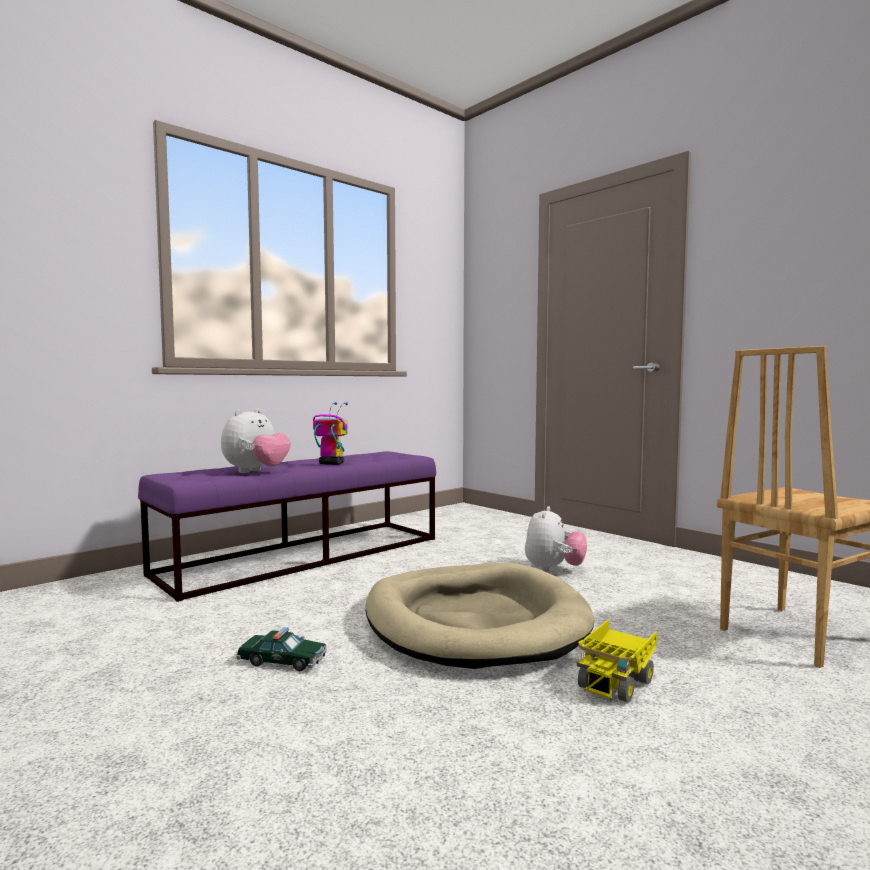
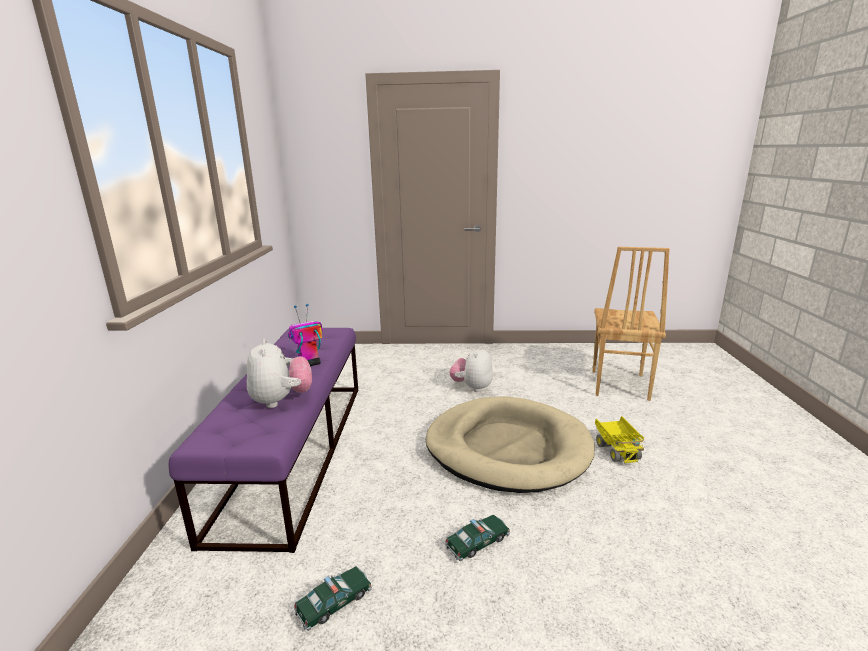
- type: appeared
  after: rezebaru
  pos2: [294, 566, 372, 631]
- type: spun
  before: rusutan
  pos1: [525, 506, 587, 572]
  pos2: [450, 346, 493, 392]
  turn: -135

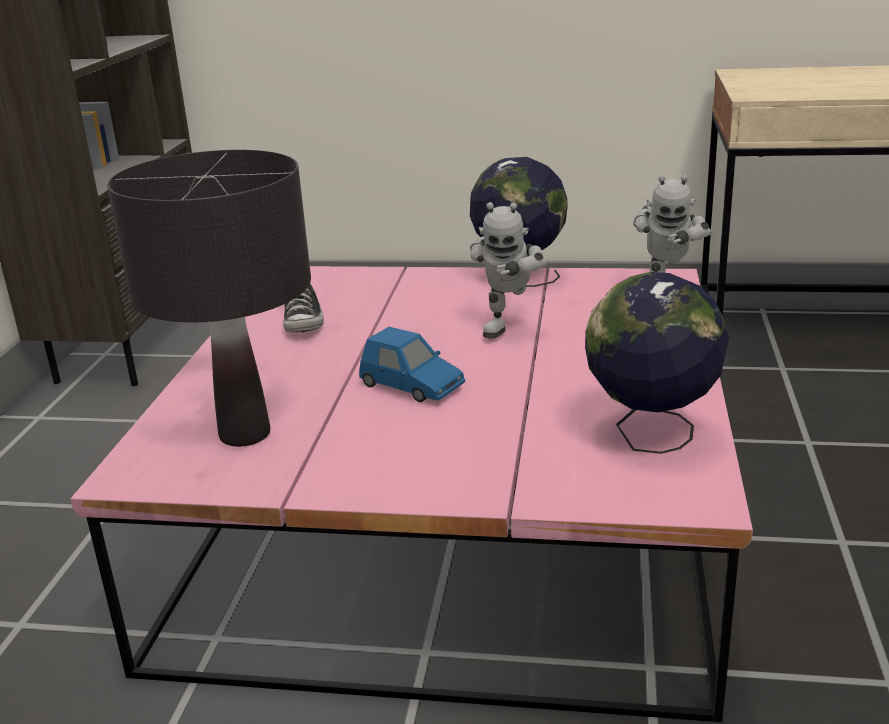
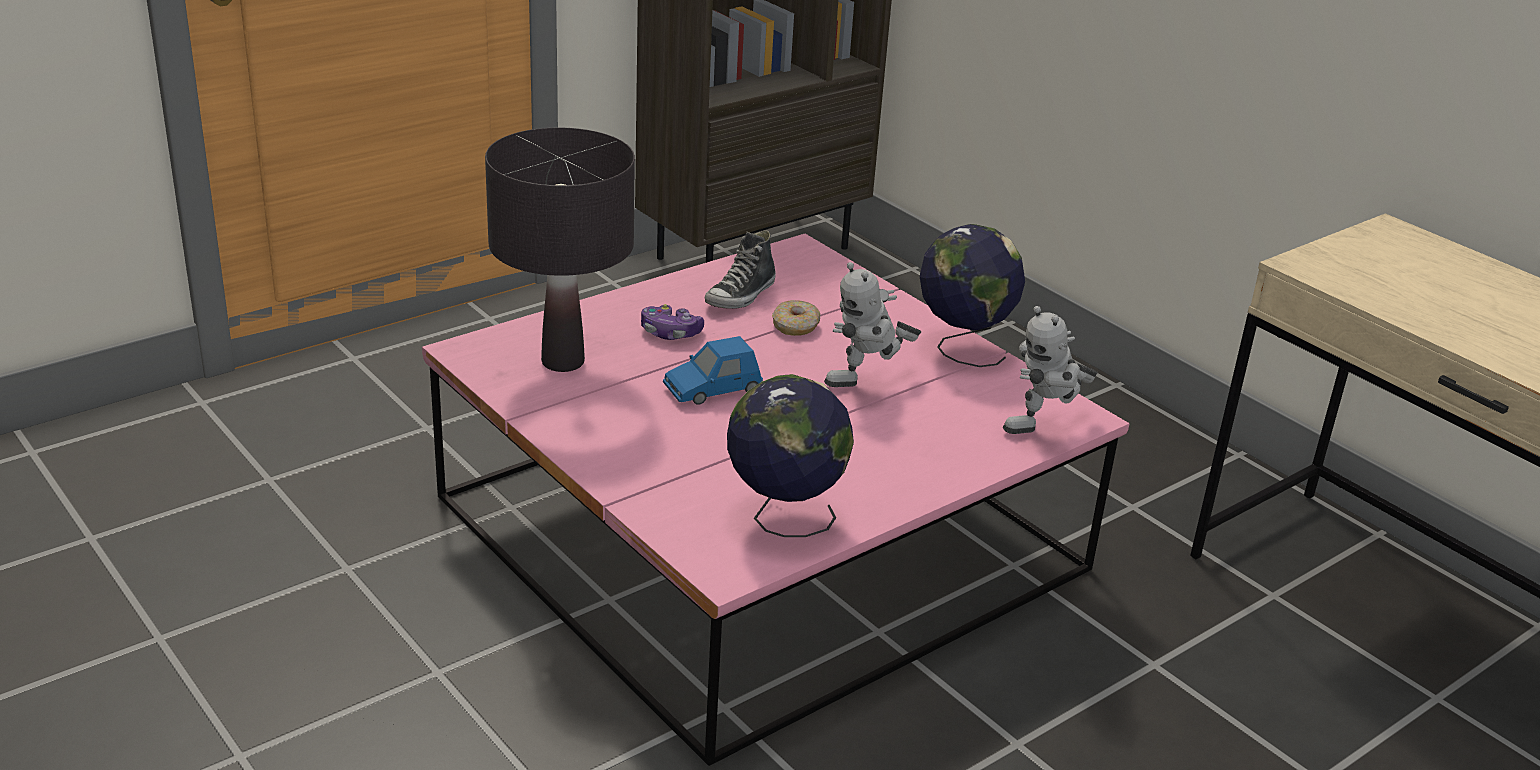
- type: appeared
  after: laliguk
  pos2: [641, 304, 704, 340]
- type: spun
  before: blue_rezebaru
  pos1: [359, 327, 465, 402]
  pos2: [663, 336, 763, 405]
  turn: 75
- type: appeared
  after: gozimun
  pos2: [772, 300, 820, 336]

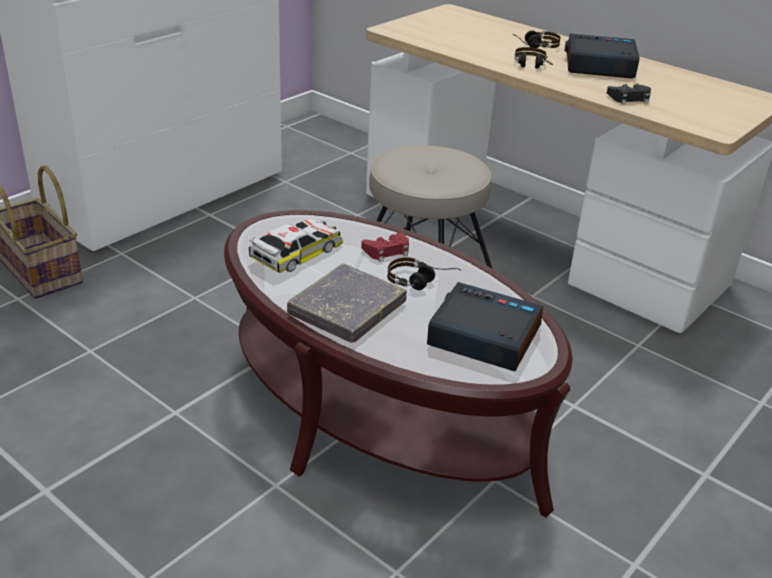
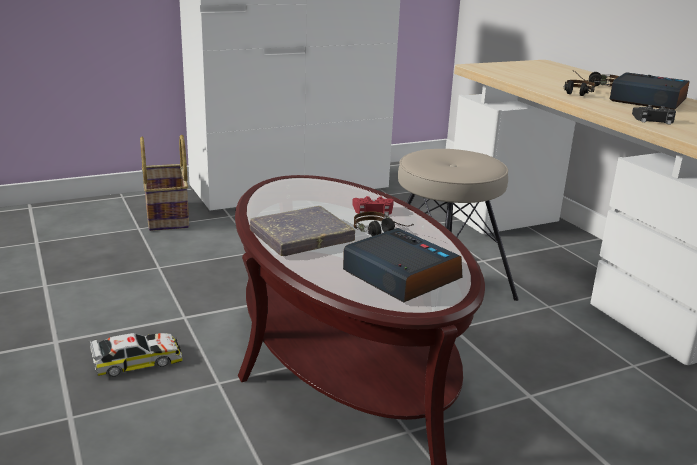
- type: relocated
  before: rezebaru
  pos1: [249, 219, 343, 273]
  pos2: [89, 333, 182, 377]

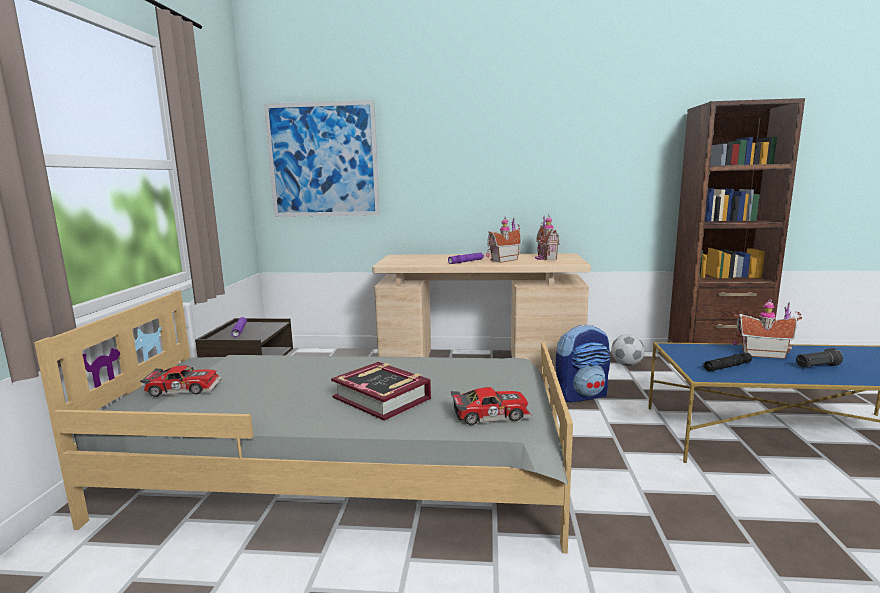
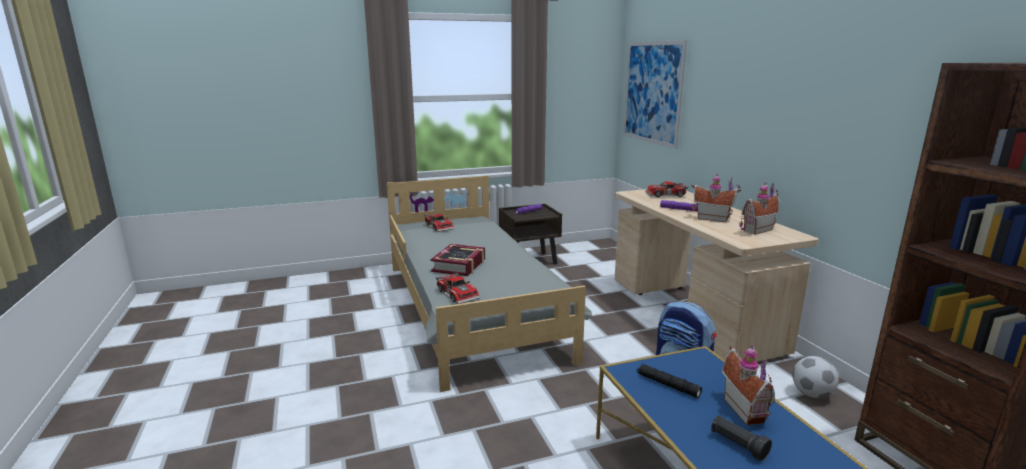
- type: appeared
  after: rezebaru
  pos2: [645, 182, 688, 197]

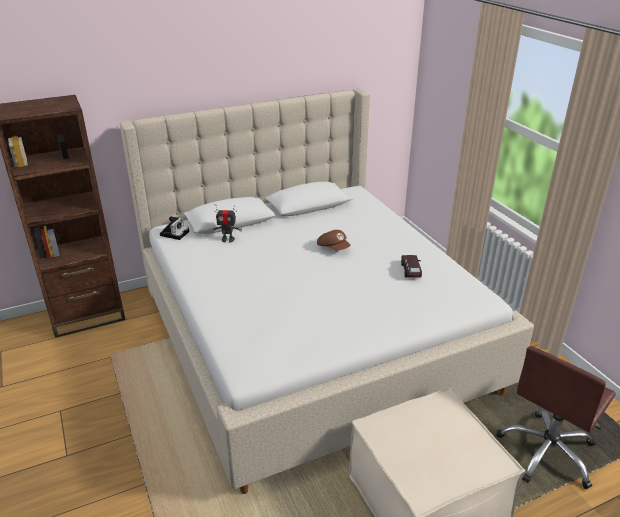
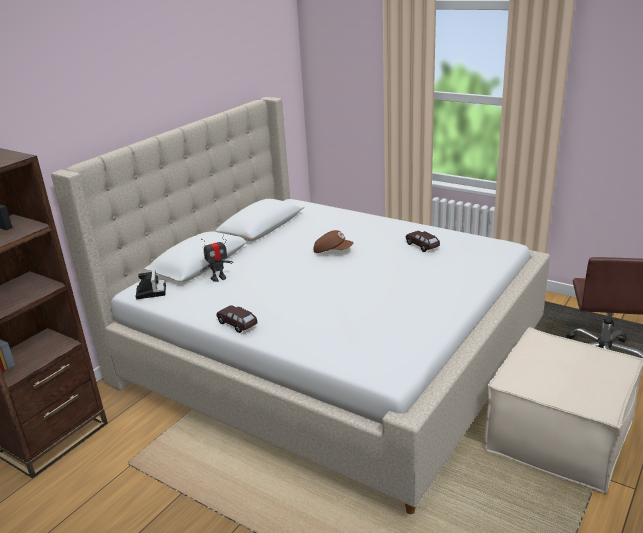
- type: appeared
  after: brown_rezebaru
  pos2: [217, 305, 257, 333]

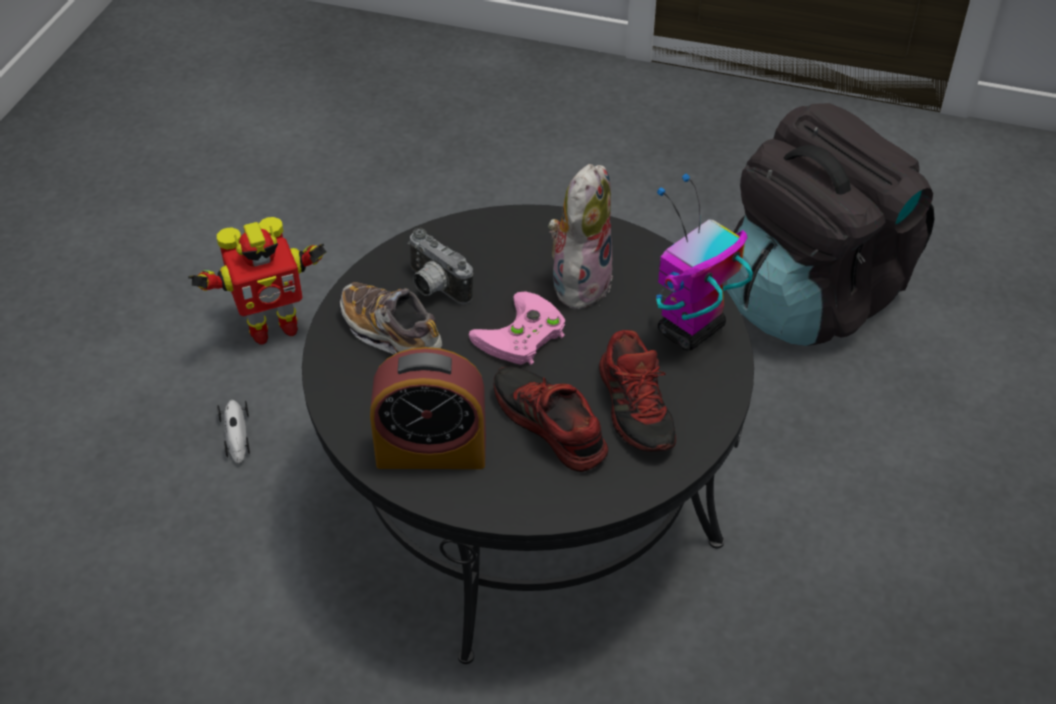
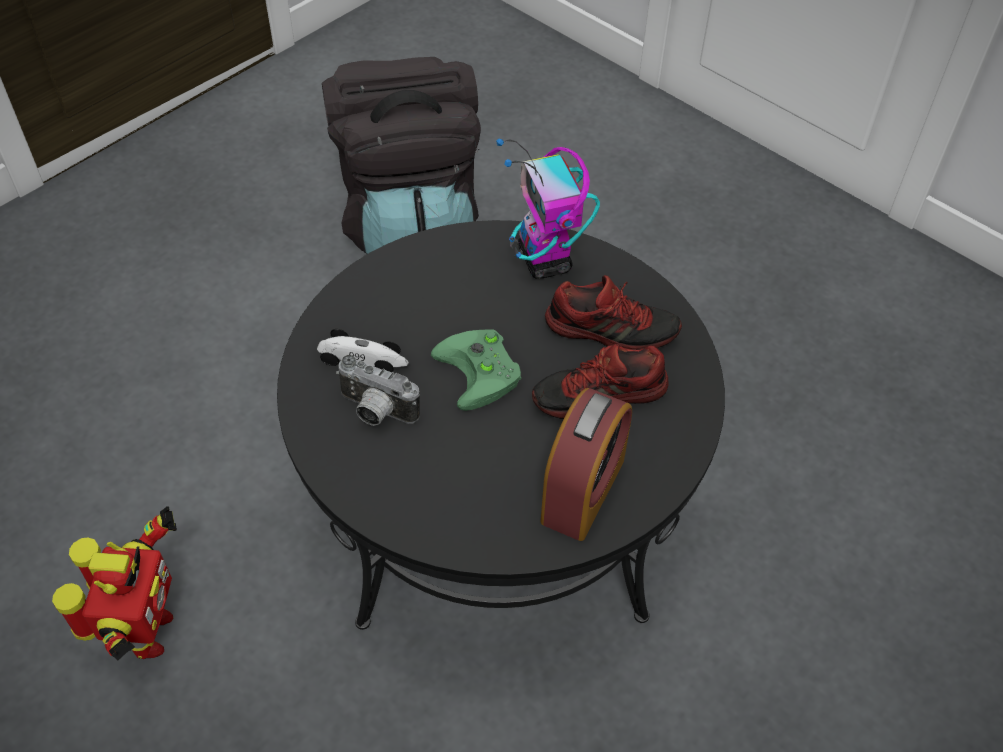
- type: relocated
  before: rezebaru
  pos1: [217, 400, 250, 464]
  pos2: [317, 329, 409, 372]
- type: spun
  before: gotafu
  pos1: [408, 228, 473, 304]
  pos2: [336, 355, 420, 426]
  turn: 45
- type: colour
  before: pink_laliguk
  after: green_laliguk
  pos1: [468, 292, 565, 365]
  pos2: [431, 330, 521, 411]
- type: missing
  before: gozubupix
  pos1: [339, 282, 442, 354]
- type: missing
  before: rusutan
  pos1: [548, 164, 613, 309]

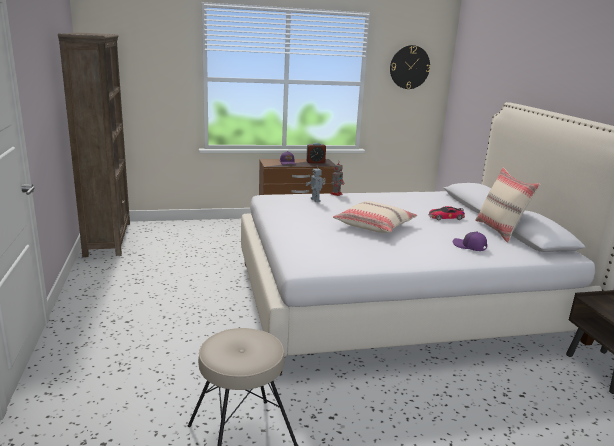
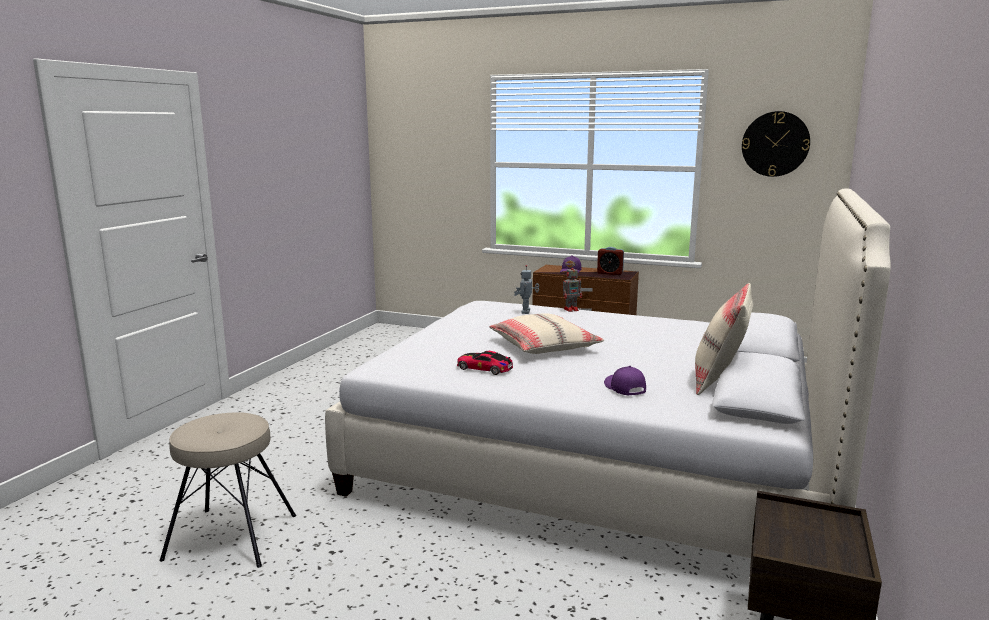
- type: relocated
  before: rezebaru
  pos1: [429, 206, 465, 220]
  pos2: [457, 351, 513, 375]
- type: missing
  before: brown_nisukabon
  pos1: [58, 32, 130, 257]

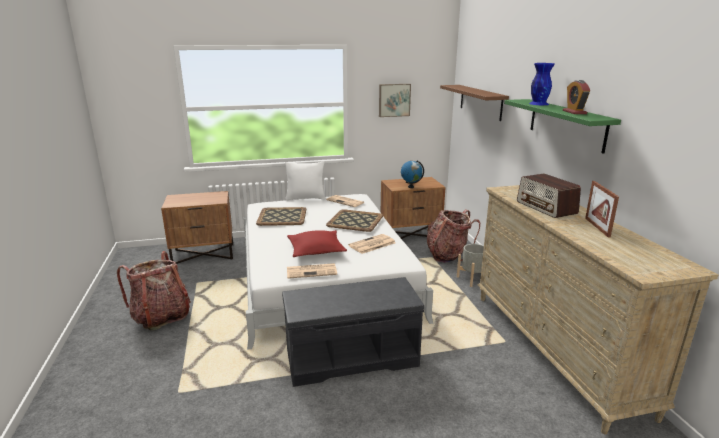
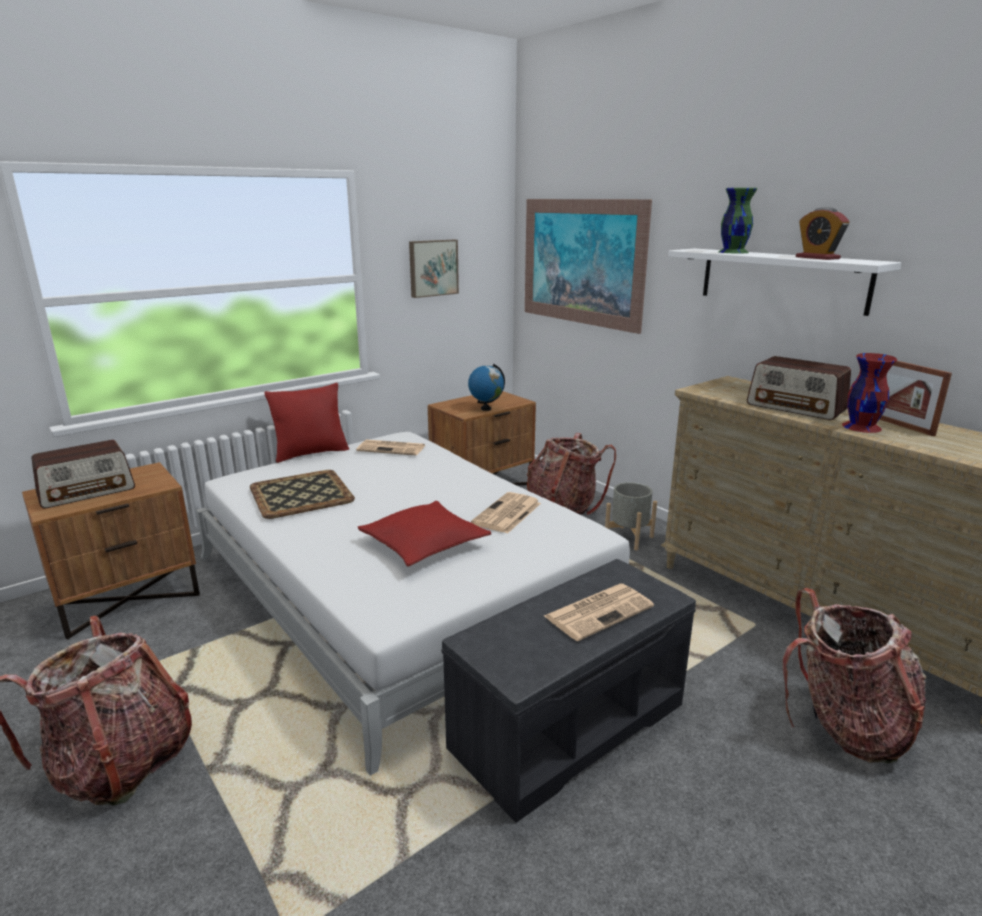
- type: appeared
  after: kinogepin
  pos2: [32, 440, 135, 508]
- type: colour
  before: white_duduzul
  after: red_duduzul
  pos1: [285, 161, 325, 200]
  pos2: [264, 383, 349, 463]
- type: exchanged
  before: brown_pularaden
  after: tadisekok
  pos1: [440, 85, 509, 121]
  pos2: [525, 199, 652, 334]
- type: relocated
  before: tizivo
  pos1: [287, 263, 337, 279]
  pos2: [544, 584, 654, 641]
- type: colour
  before: green_pularaden
  after: white_pularaden
  pos1: [504, 99, 621, 154]
  pos2: [668, 249, 901, 316]
- type: colour
  before: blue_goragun
  after: green_goragun
  pos1: [529, 63, 555, 105]
  pos2: [719, 188, 757, 253]
- type: appeared
  after: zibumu
  pos2: [783, 588, 926, 763]
- type: appeared
  after: red_goragun
  pos2: [842, 353, 897, 433]
- type: missing
  before: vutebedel
  pos1: [326, 209, 383, 232]

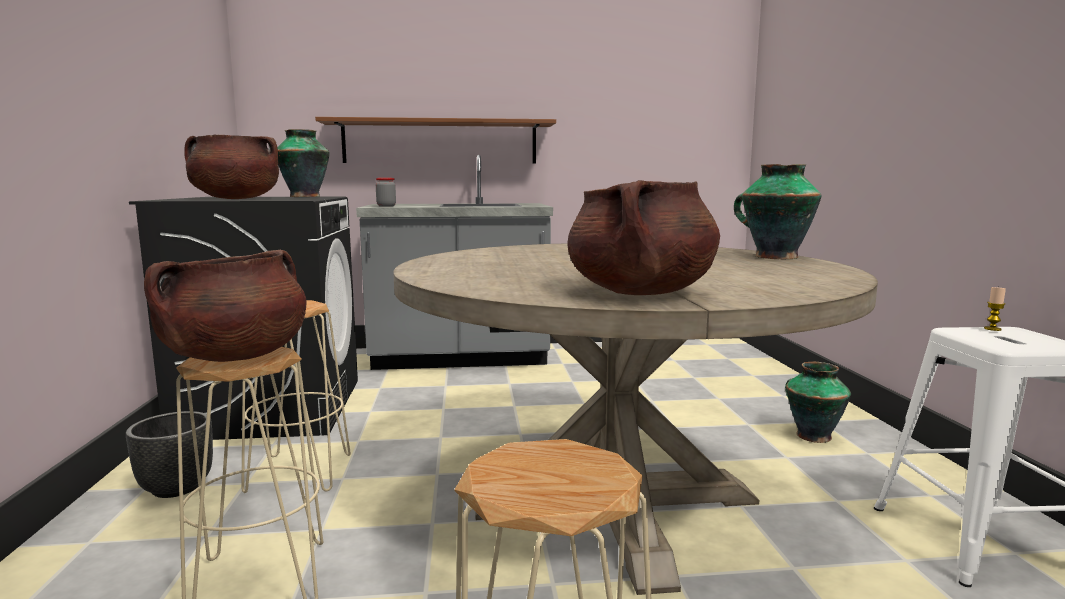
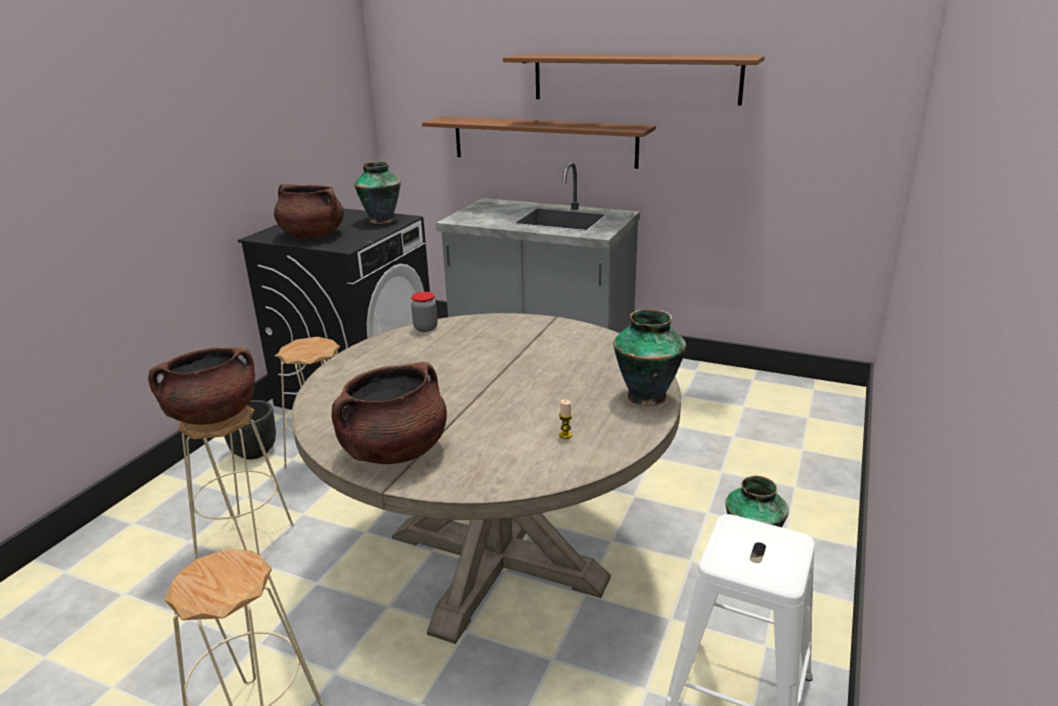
- type: relocated
  before: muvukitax
  pos1: [376, 178, 396, 207]
  pos2: [411, 292, 438, 332]
- type: appeared
  after: brown_pularaden
  pos2: [503, 54, 765, 106]
- type: relocated
  before: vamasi
  pos1: [984, 286, 1006, 331]
  pos2: [559, 400, 573, 439]

